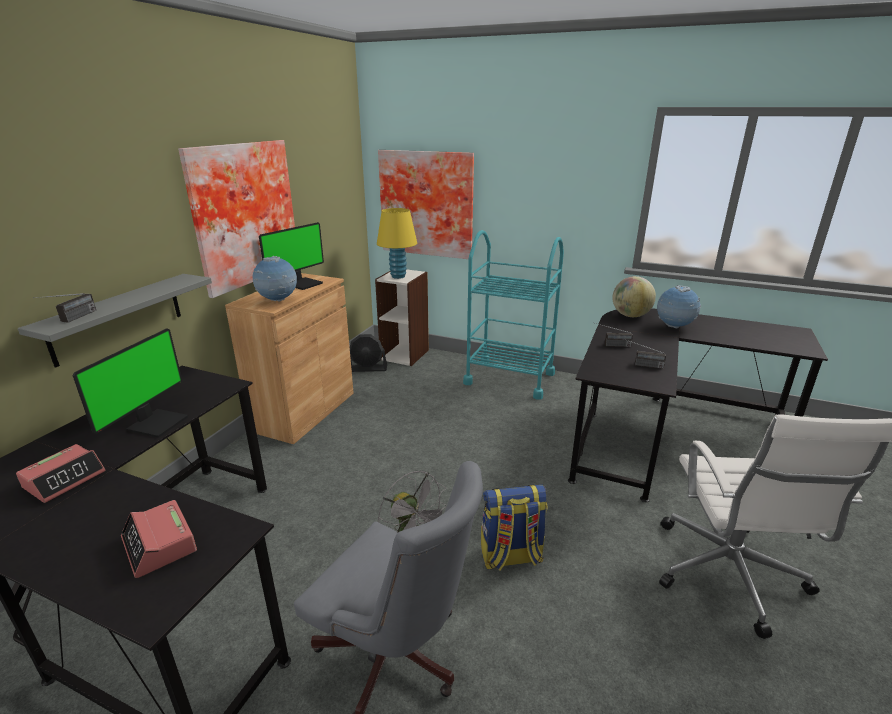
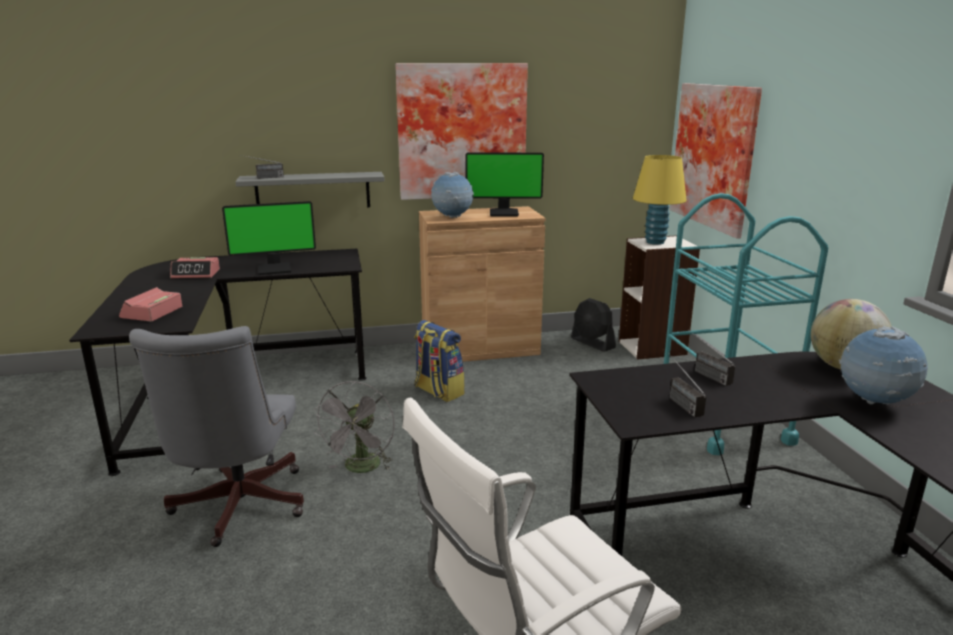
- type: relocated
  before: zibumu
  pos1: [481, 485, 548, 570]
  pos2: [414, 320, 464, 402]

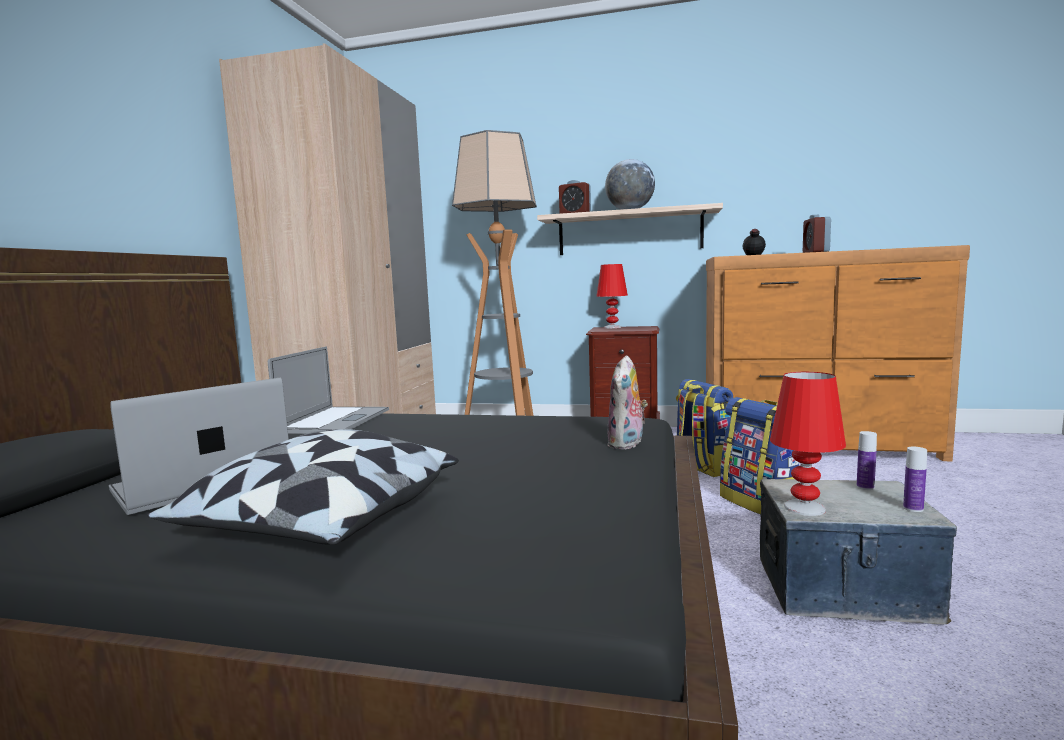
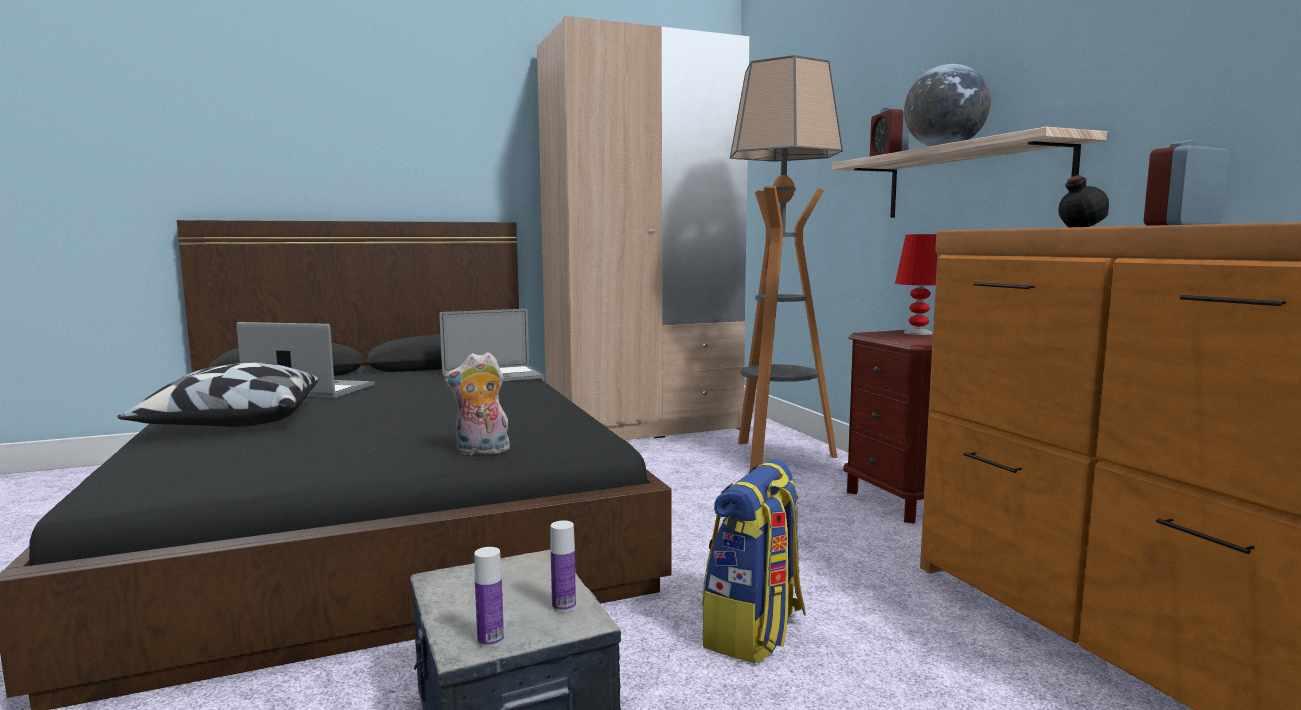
- type: missing
  before: zibumu
  pos1: [676, 379, 733, 477]
- type: missing
  before: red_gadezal
  pos1: [770, 372, 846, 516]

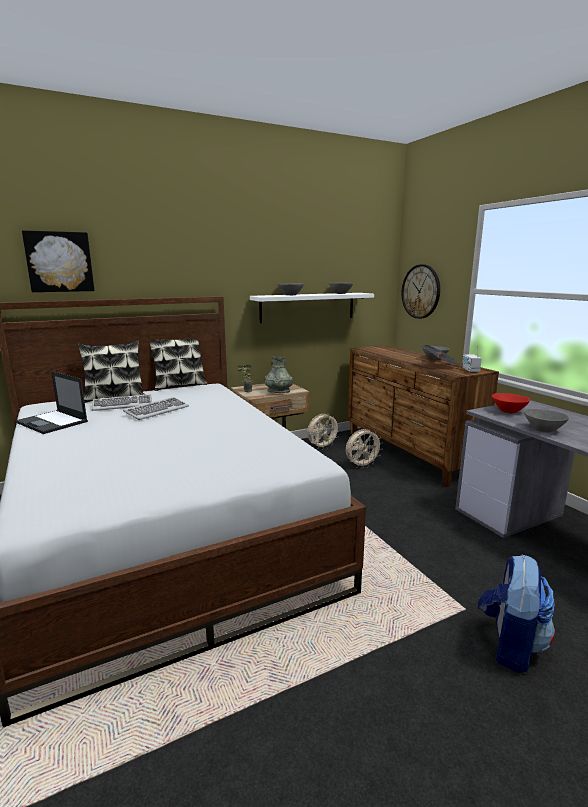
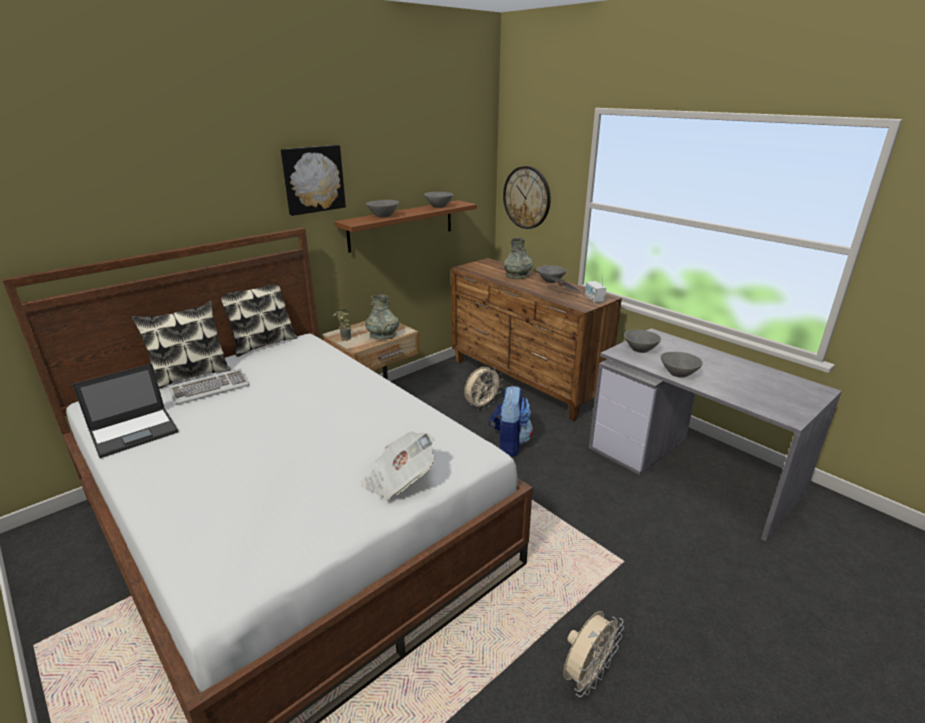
- type: spun
  before: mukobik
  pos1: [16, 371, 88, 434]
  pos2: [72, 363, 178, 458]
  turn: -60
- type: relocated
  before: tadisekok
  pos1: [22, 230, 94, 292]
  pos2: [281, 145, 346, 216]
- type: colour
  before: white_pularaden
  after: brown_pularaden
  pos1: [250, 293, 374, 323]
  pos2: [334, 200, 477, 253]
- type: appeared
  after: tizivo
  pos2: [361, 431, 435, 500]
- type: relocated
  before: zibumu
  pos1: [478, 554, 555, 674]
  pos2: [489, 386, 533, 457]
- type: appeared
  after: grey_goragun
  pos2: [504, 238, 533, 279]
- type: relocated
  before: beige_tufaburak
  pos1: [307, 413, 340, 449]
  pos2: [563, 611, 624, 697]
- type: colour
  before: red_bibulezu
  after: grey_bibulezu
  pos1: [492, 393, 530, 414]
  pos2: [624, 329, 661, 353]
- type: missing
  before: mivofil
  pos1: [123, 397, 189, 420]

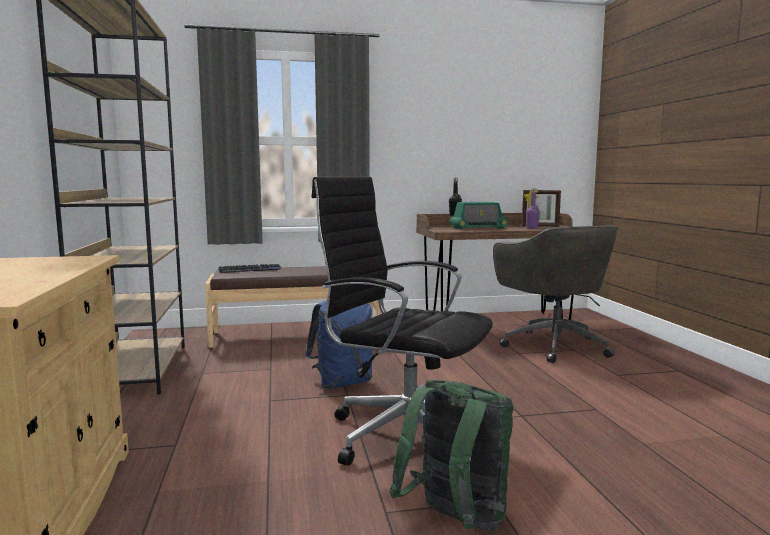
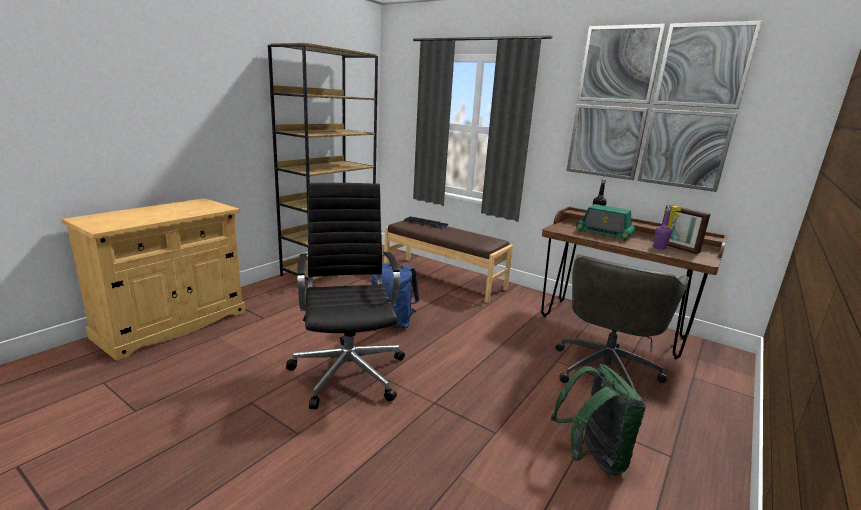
- type: relocated
  before: green_zibumu
  pos1: [390, 380, 514, 530]
  pos2: [551, 364, 646, 476]
- type: appeared
  after: tadisekok
  pos2: [566, 21, 762, 192]

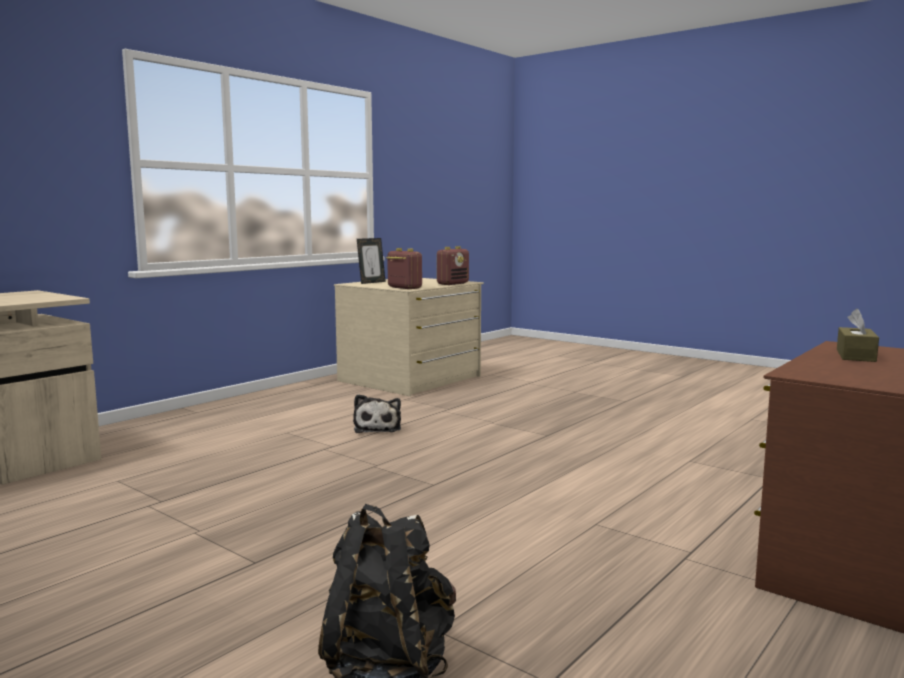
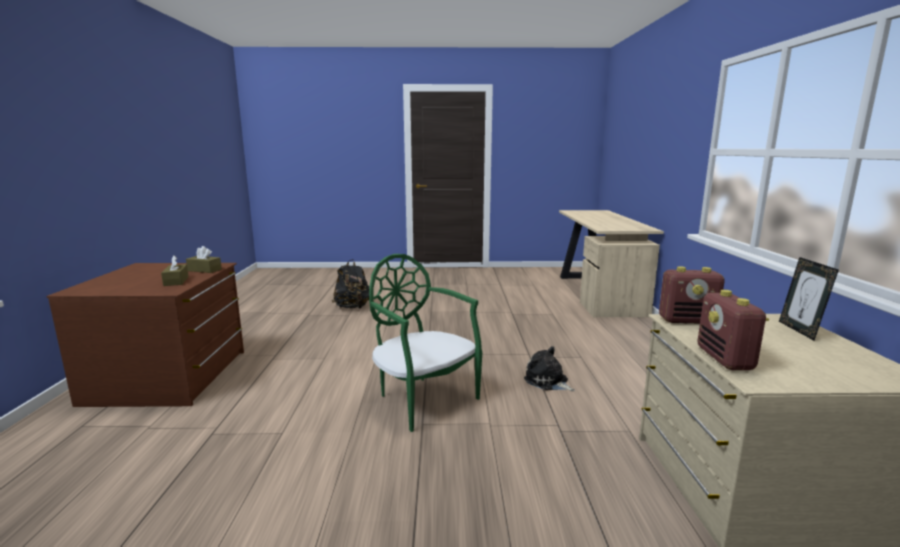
- type: appeared
  after: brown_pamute
  pos2: [186, 246, 222, 273]
- type: appeared
  after: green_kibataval
  pos2: [369, 254, 482, 432]

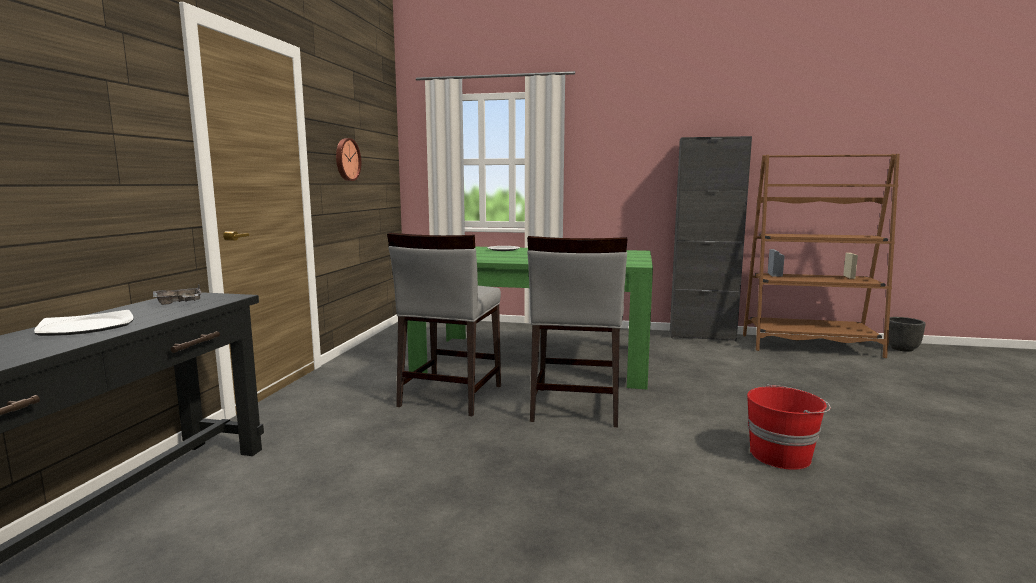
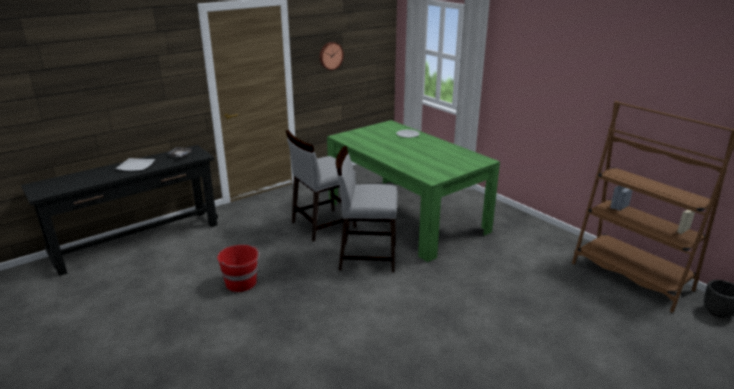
- type: relocated
  before: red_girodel
  pos1: [747, 384, 831, 470]
  pos2: [217, 245, 260, 292]
- type: spun
  before: grey_kibataval
  pos1: [527, 236, 627, 427]
  pos2: [336, 146, 398, 273]
  turn: 45
- type: missing
  before: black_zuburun
  pos1: [670, 136, 752, 342]

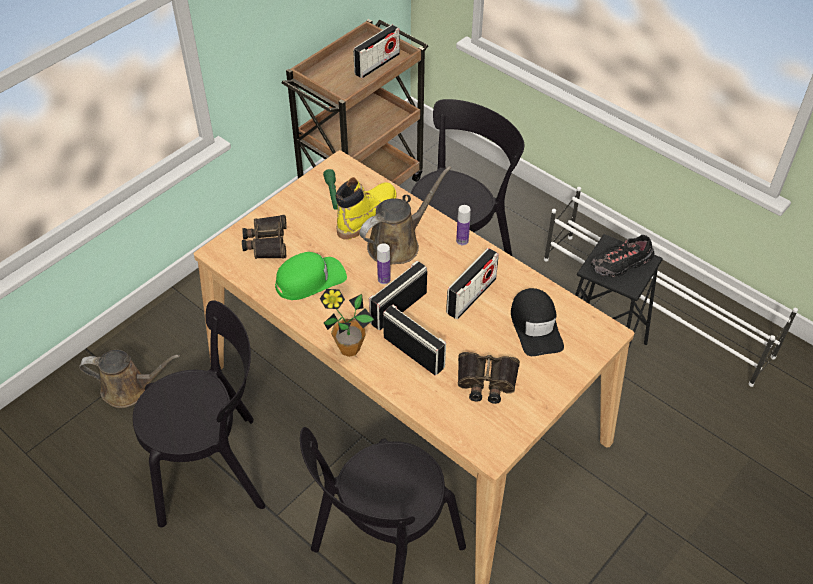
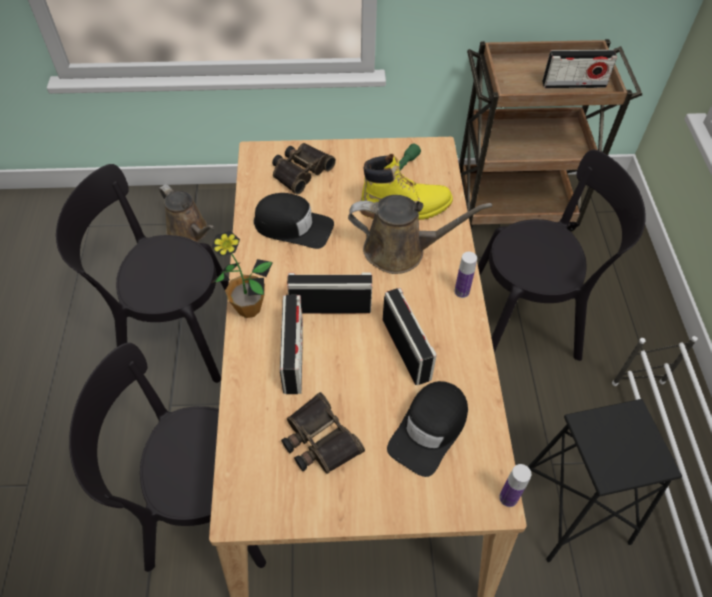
- type: spun
  before: black_kibataval
  pos1: [133, 300, 266, 528]
  pos2: [56, 164, 229, 383]
  turn: 150
- type: colour
  before: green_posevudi
  after: black_posevudi
  pos1: [275, 252, 347, 300]
  pos2: [254, 193, 334, 249]
- type: spun
  before: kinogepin
  pos1: [446, 248, 499, 319]
  pos2: [383, 288, 437, 385]
  turn: -105
- type: relocated
  before: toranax
  pos1: [377, 243, 391, 284]
  pos2: [499, 464, 531, 507]
- type: missing
  before: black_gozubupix
  pos1: [591, 235, 654, 278]

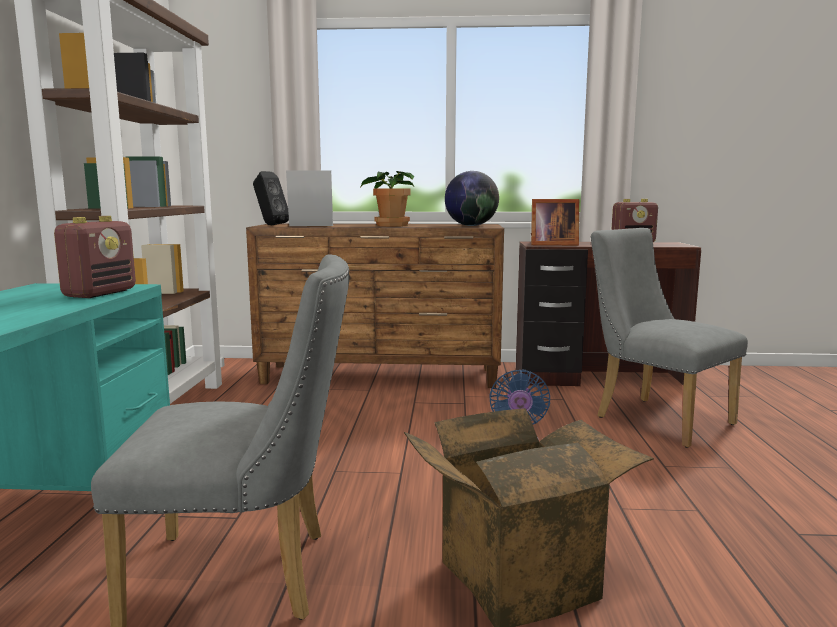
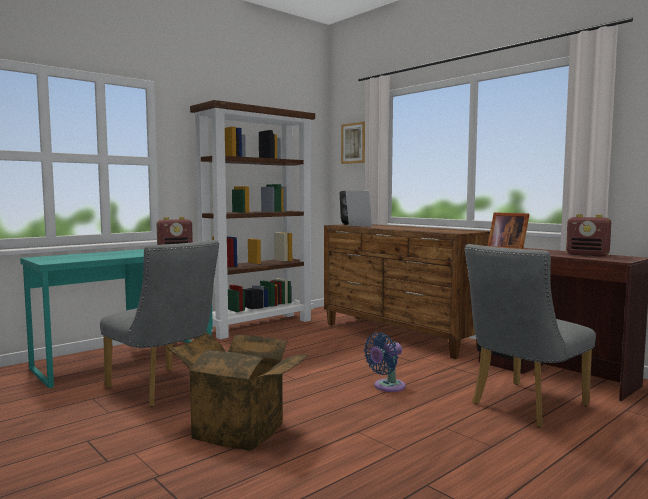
- type: appeared
  after: tadisekok
  pos2: [341, 122, 365, 164]
- type: spun
  before: grey_kibataval
  pos1: [590, 228, 748, 448]
  pos2: [465, 244, 596, 428]
  turn: -135
- type: missing
  before: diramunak
  pos1: [361, 171, 414, 226]
- type: missing
  before: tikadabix
  pos1: [445, 171, 499, 226]

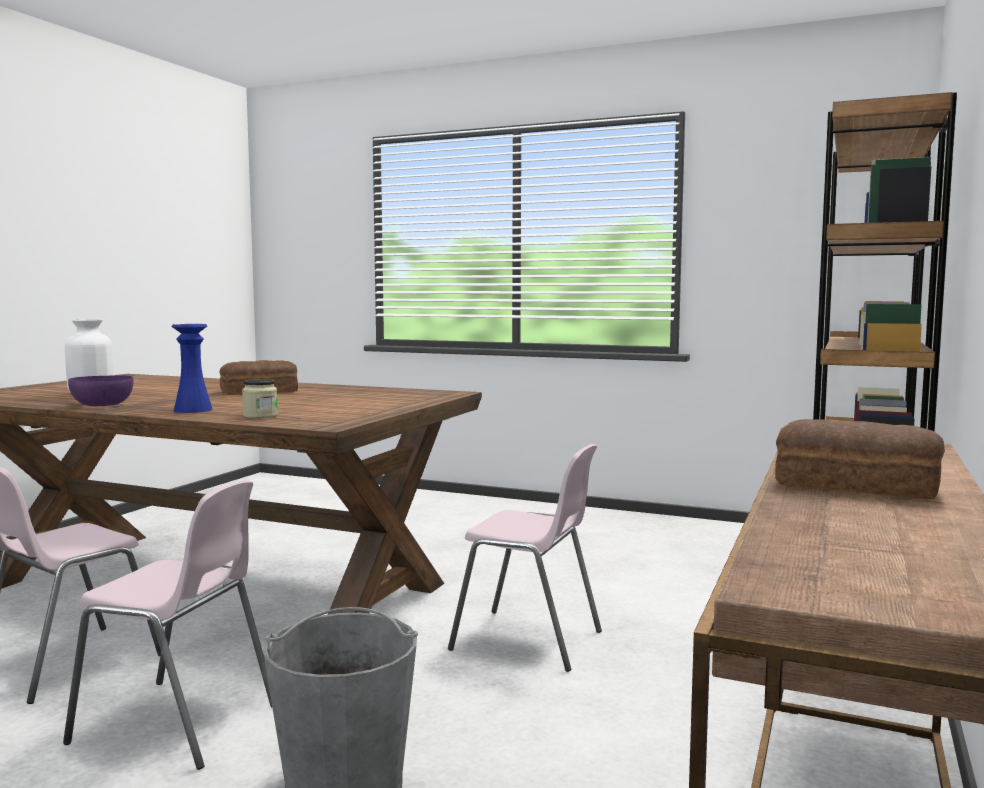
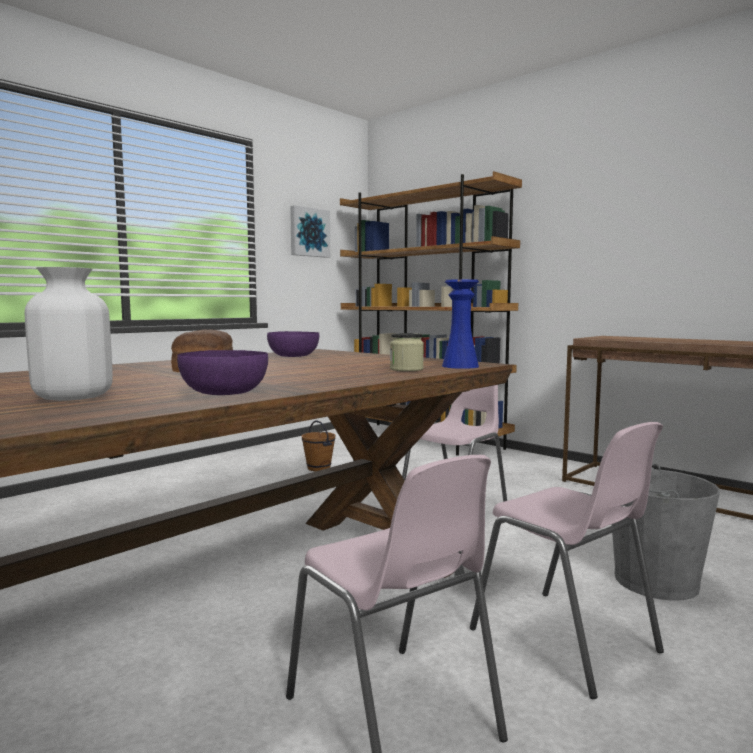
- type: appeared
  after: purple_bibulezu
  pos2: [267, 331, 319, 357]
- type: appeared
  after: tadisekok
  pos2: [290, 205, 330, 258]
- type: appeared
  after: brown_girodel
  pos2: [302, 420, 336, 471]
- type: relocated
  before: blue_goragun
  pos1: [172, 324, 213, 413]
  pos2: [442, 279, 479, 369]
- type: spun
  before: pink_kibataval
  pos1: [63, 480, 272, 770]
  pos2: [470, 422, 664, 699]
  turn: 105
- type: missing
  before: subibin
  pos1: [775, 419, 945, 499]

